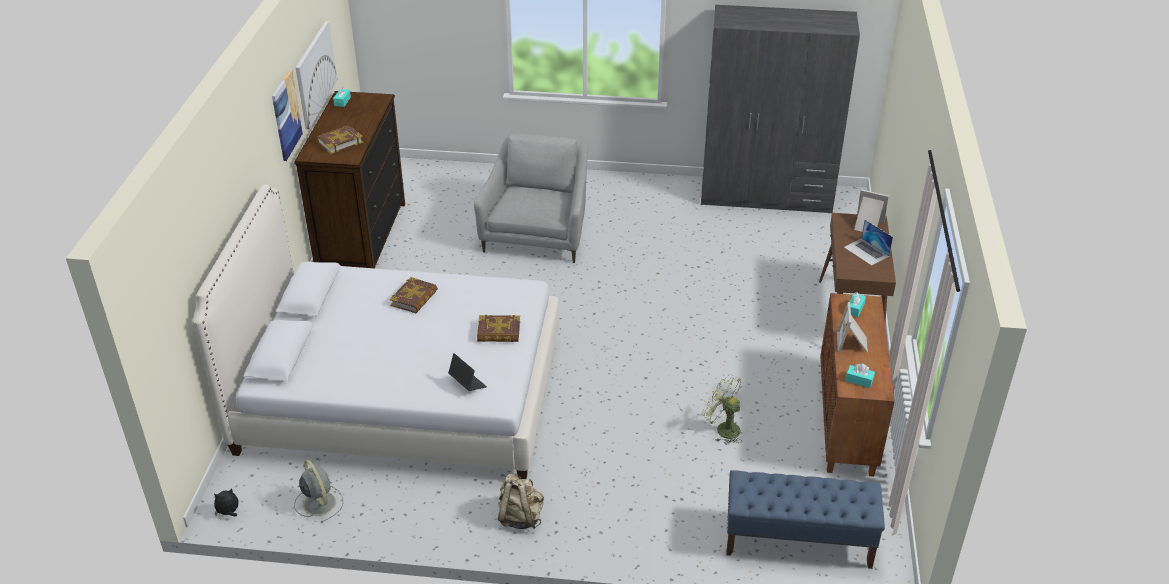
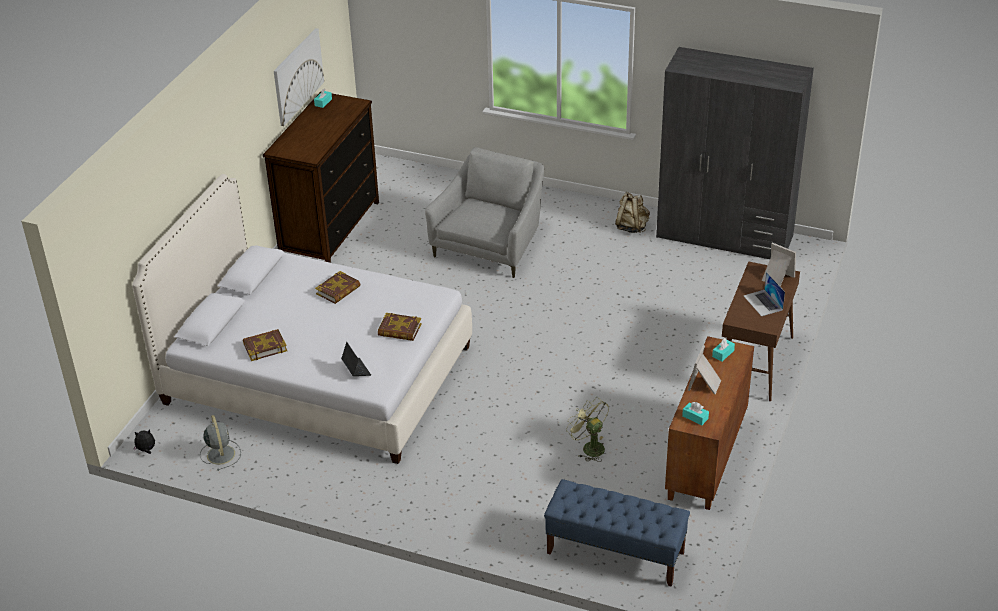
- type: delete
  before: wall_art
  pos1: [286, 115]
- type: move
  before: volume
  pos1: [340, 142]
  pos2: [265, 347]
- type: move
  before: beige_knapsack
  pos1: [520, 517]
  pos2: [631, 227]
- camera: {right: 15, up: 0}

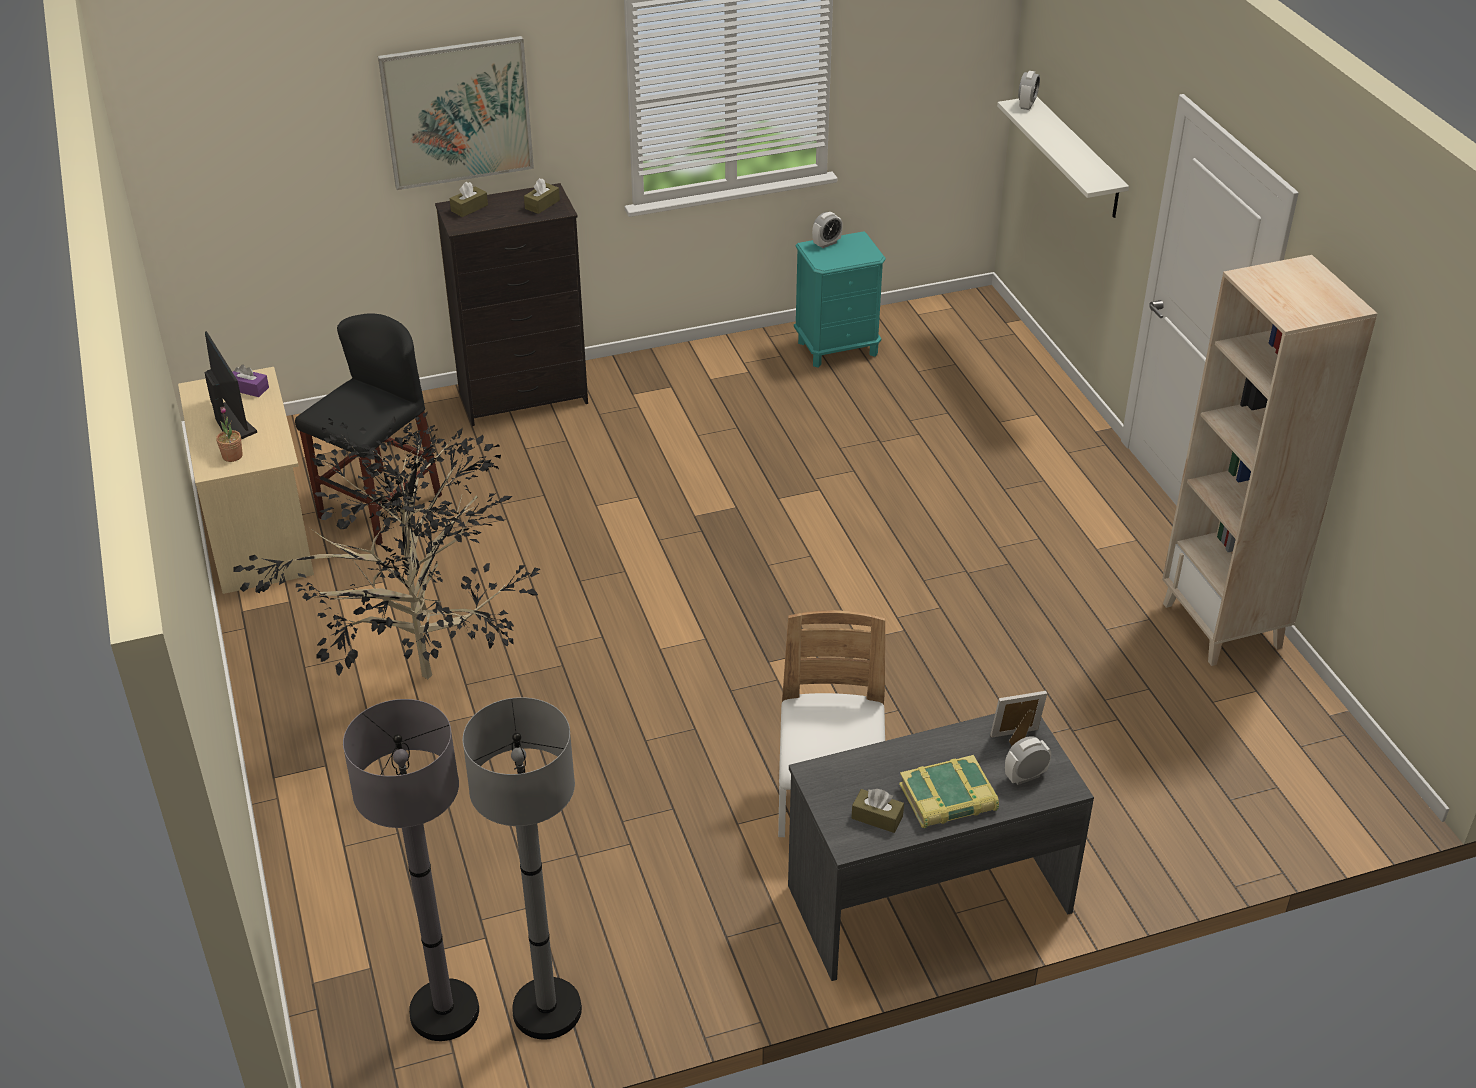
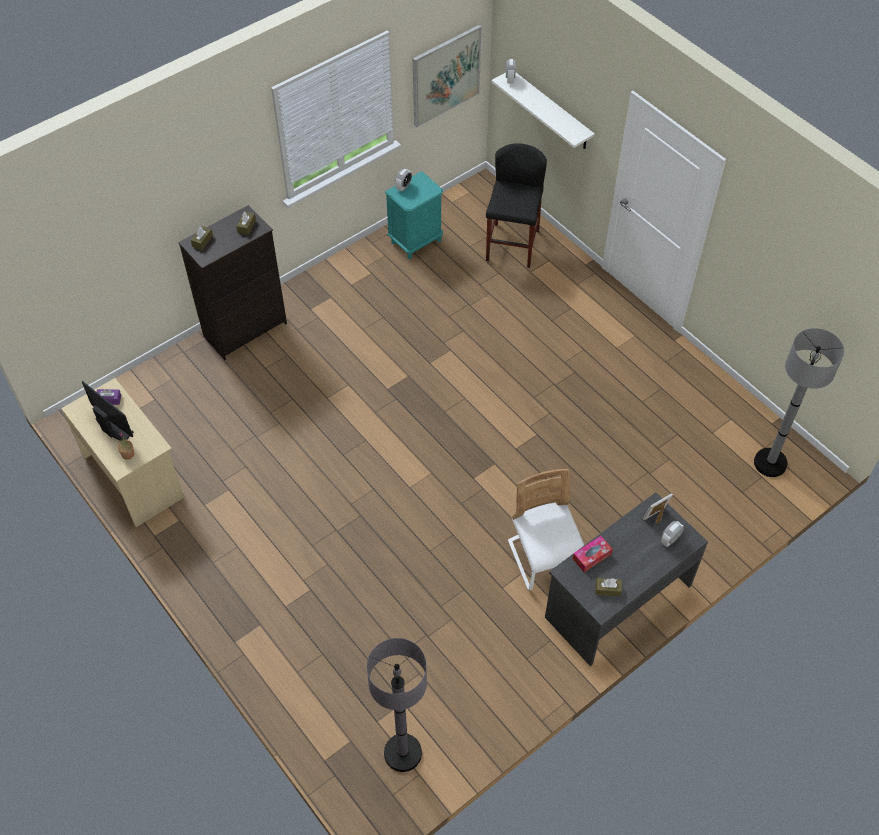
- type: delete
  before: houseplant
  pos1: [432, 675]
- type: delete
  before: volume
  pos1: [948, 799]
- type: delete
  before: beige_bookcase
  pos1: [1223, 626]
- type: insert
  after: tissue_box
  pos2: [591, 556]
- type: move
  before: blackish_stool_seat
  pos1: [380, 506]
  pos2: [512, 245]
- type: move
  before: wall_art
  pos1: [457, 112]
  pos2: [446, 75]
- type: move
  before: greyish_floor_lamp
  pos1: [547, 1010]
  pos2: [770, 463]
- camera: {right: -20, up: 15}

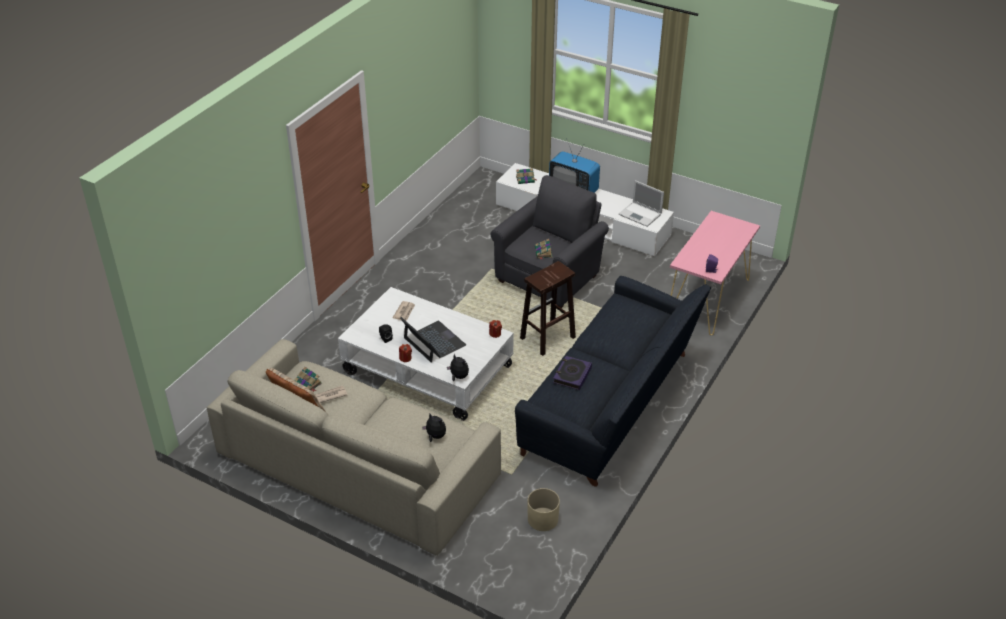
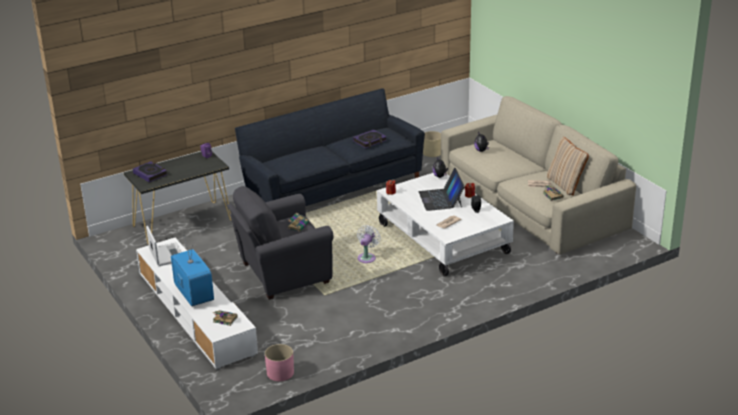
- type: delete
  before: brown-coloured_stool_seat
  pos1: [547, 338]
- type: insert
  after: volume
  pos2: [150, 174]
- type: insert
  after: pink-coloured_planter
  pos2: [280, 373]
- type: insert
  after: whitish_fan
  pos2: [367, 257]
- type: recolor
  before: pink-coloured_narrow_table
  after: blackish_narrow_table
  pos1: [707, 300]
  pos2: [183, 223]
- camera: {right: -150, up: -10}

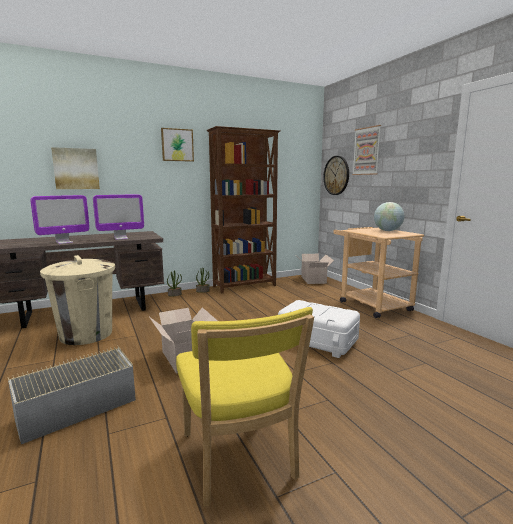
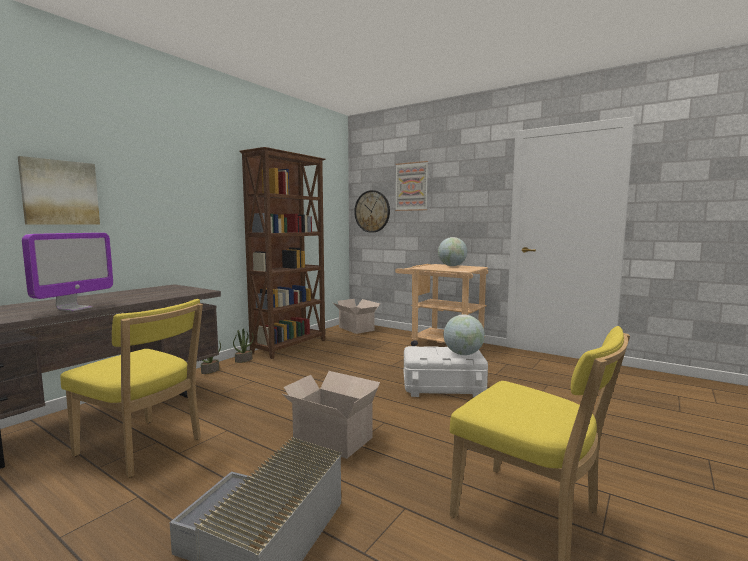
- type: delete
  before: computer_screen
  pos1: [121, 238]
- type: delete
  before: wall_art
  pos1: [177, 145]
- type: insert
  after: world_globe
  pos2: [463, 354]
- type: replace
  before: beige_trash_can
  after: yellowish_upright_chair
  pos1: [86, 334]
  pos2: [143, 448]
- camera: {right: -30, up: -5}

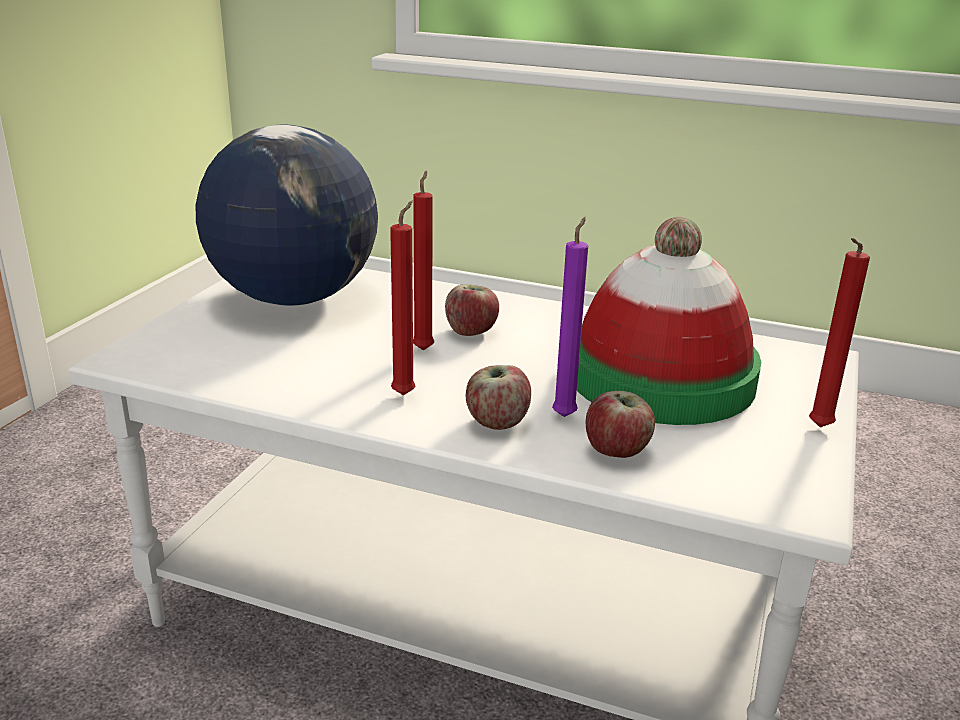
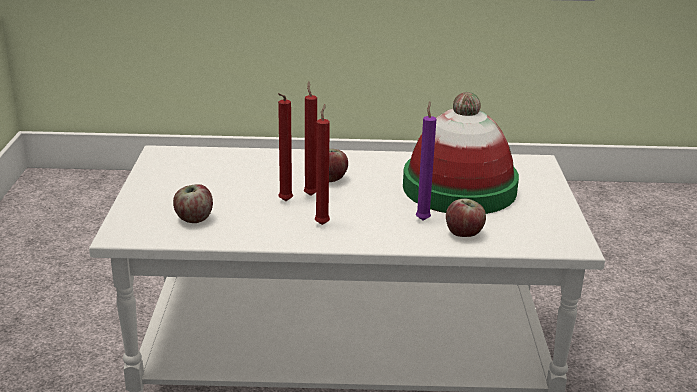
- type: delete
  before: world_globe
  pos1: [295, 298]
- type: move
  before: apple_fruit
  pos1: [496, 422]
  pos2: [193, 219]
- type: move
  before: red_wax_candle
  pos1: [817, 428]
  pos2: [284, 202]
- camera: {right: -20, up: 0}

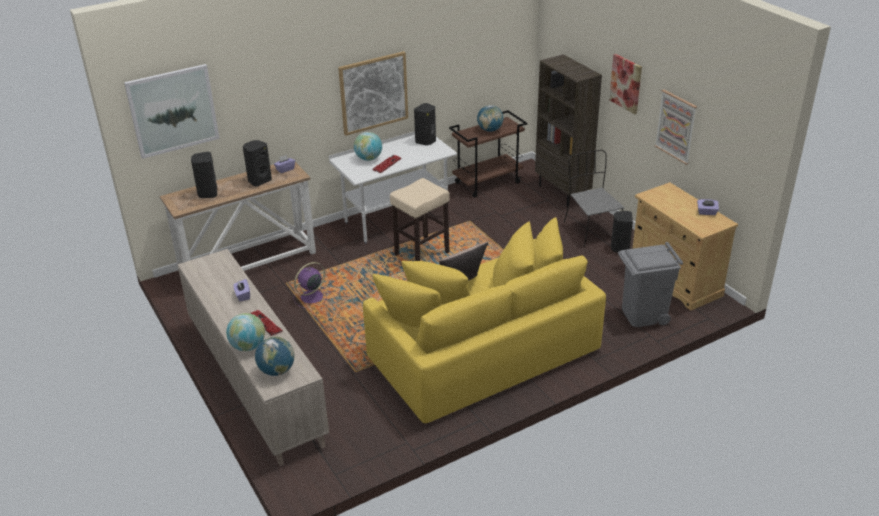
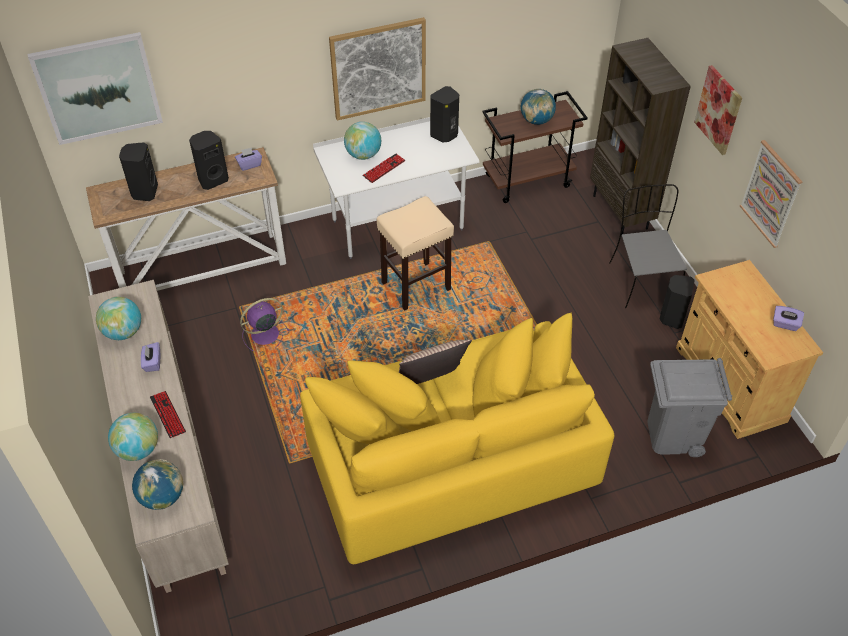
- type: insert
  after: world_globe
  pos2: [123, 332]
- camera: {right: 10, up: 15}

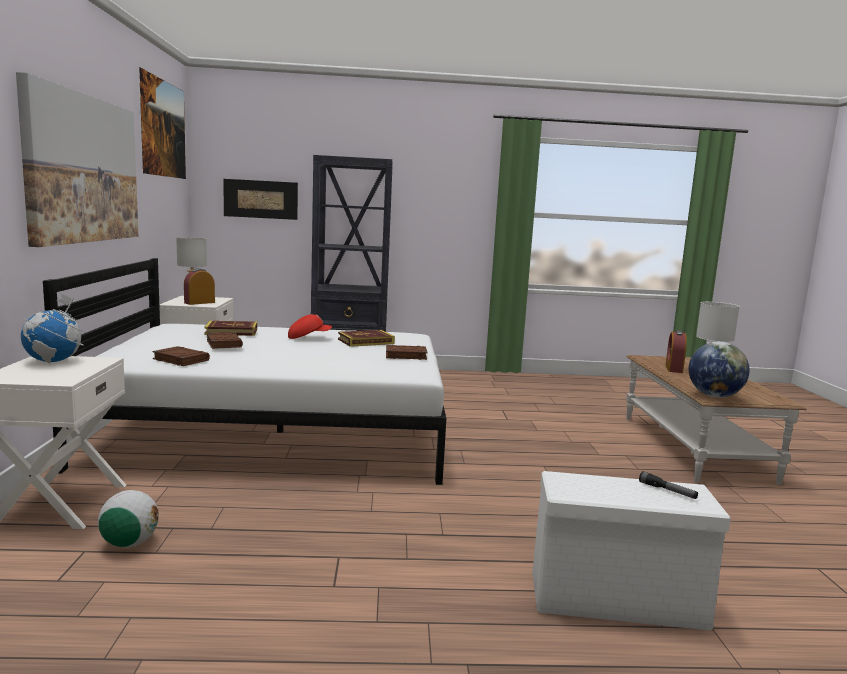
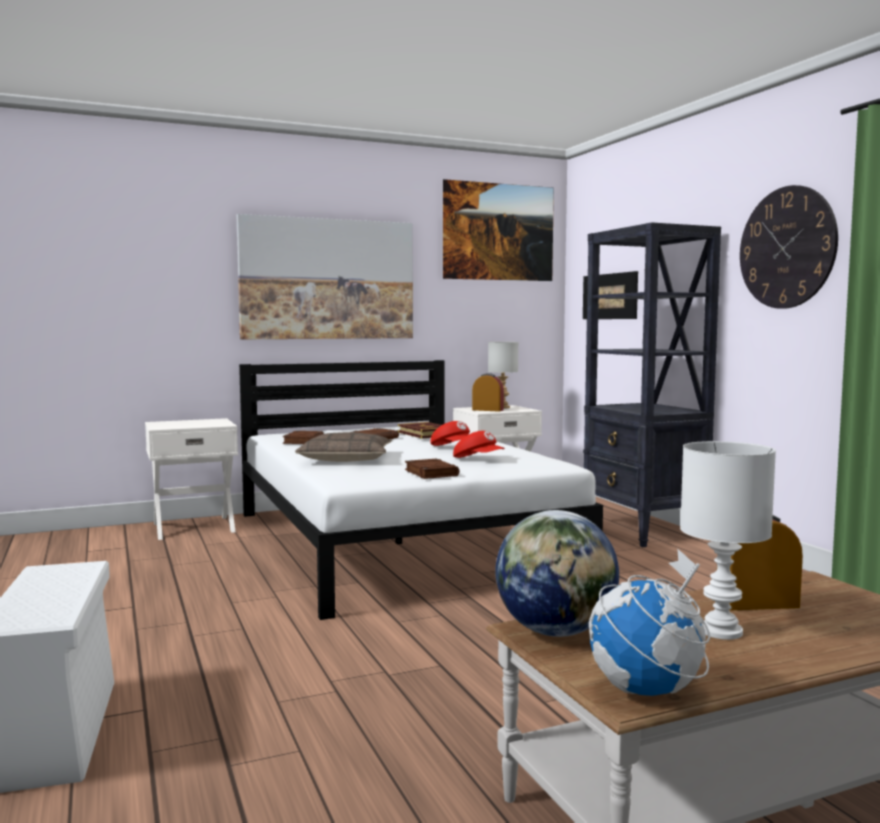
- type: delete
  before: football_ball
  pos1: [130, 543]
- type: delete
  before: hand_torch
  pos1: [667, 491]
- type: insert
  after: cushion
  pos2: [346, 459]
- type: insert
  after: hanging_clock
  pos2: [787, 247]
- type: move
  before: world_globe
  pos1: [54, 361]
  pos2: [646, 691]
- type: replace
  before: volume
  after: red_baseball_cap
  pos1: [366, 341]
  pos2: [478, 459]
- camera: {right: 70, up: -5}

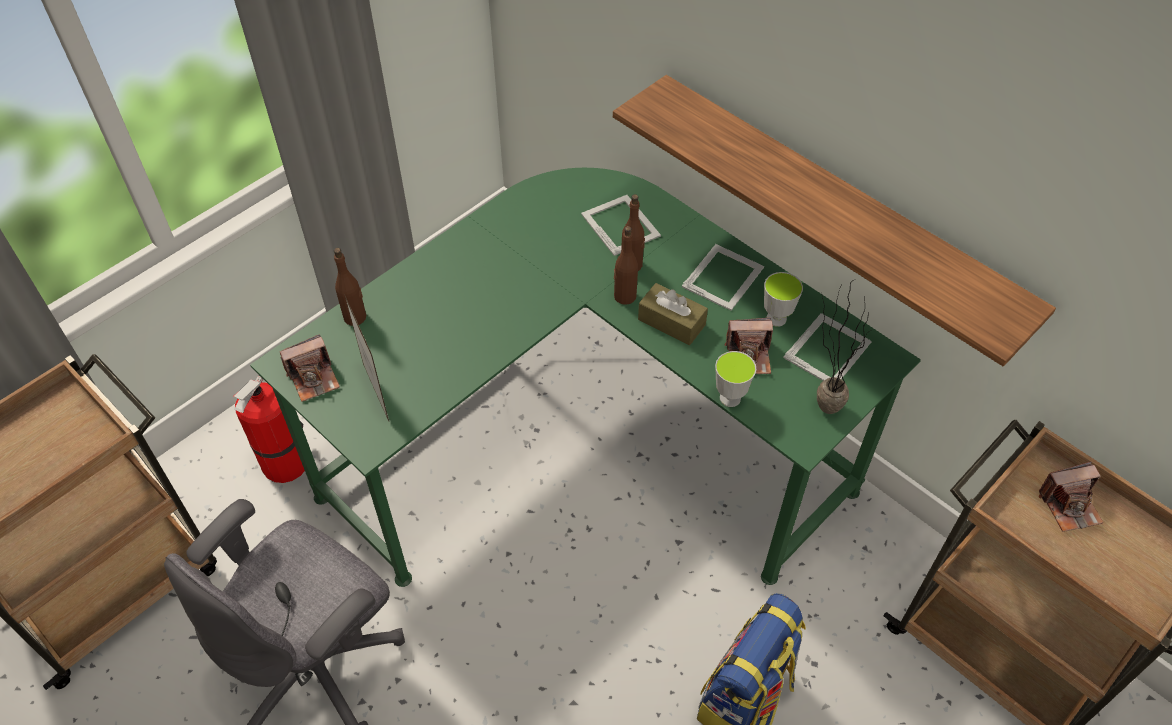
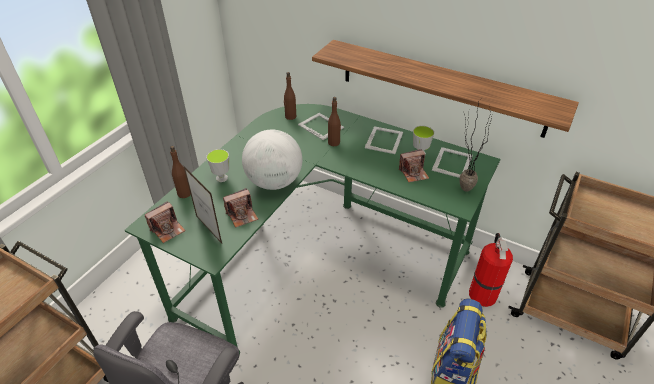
- type: delete
  before: brown-coloured_tissue_box
  pos1: [671, 322]
- type: insert
  after: world_globe
  pos2: [274, 182]
- type: move
  before: fire-fighting_cylinder
  pos1: [286, 460]
  pos2: [482, 293]
- type: move
  before: brown-coloured_drink_bottle
  pos1: [624, 296]
  pos2: [290, 116]
- type: move
  before: small_cup
  pos1: [730, 398]
  pos2: [221, 178]
- type: move
  before: still_camera
  pos1: [1069, 506]
  pos2: [242, 215]
- camera: {right: -15, up: -10}

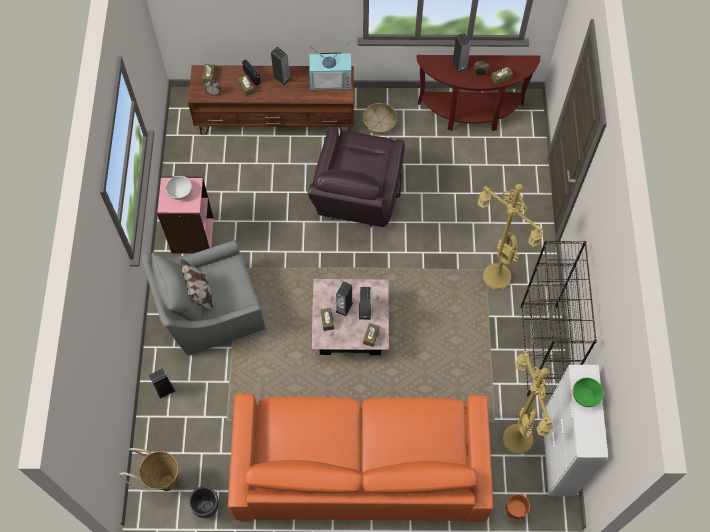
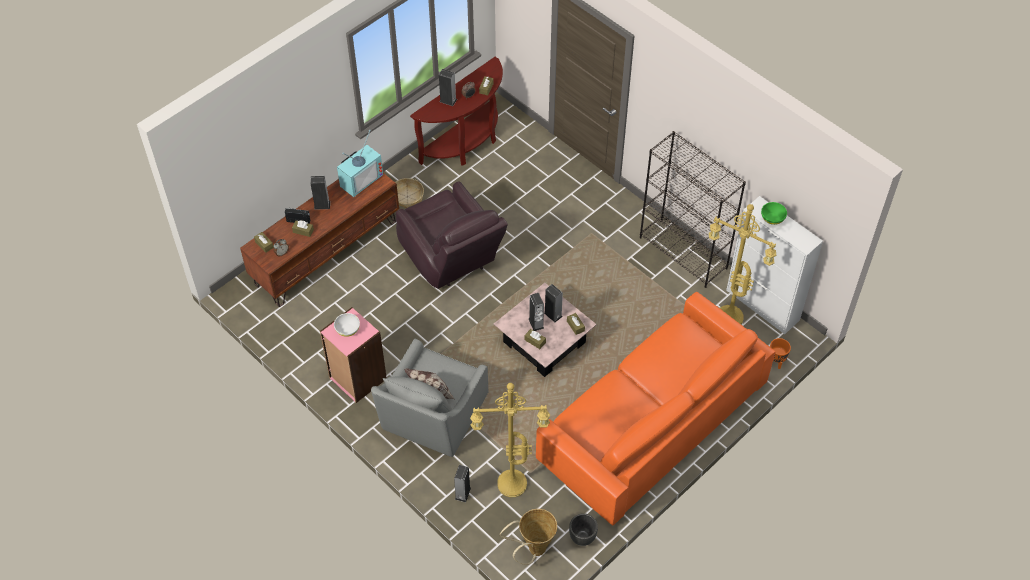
- type: move
  before: yellowish_floor_lamp
  pos1: [494, 277]
  pos2: [511, 486]
- camera: {right: -45, up: -10}

